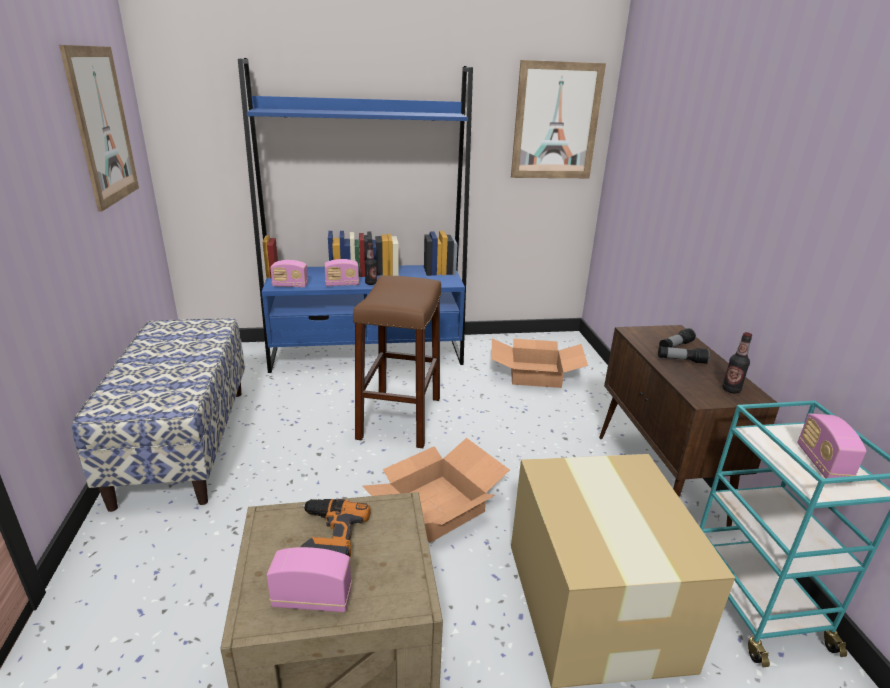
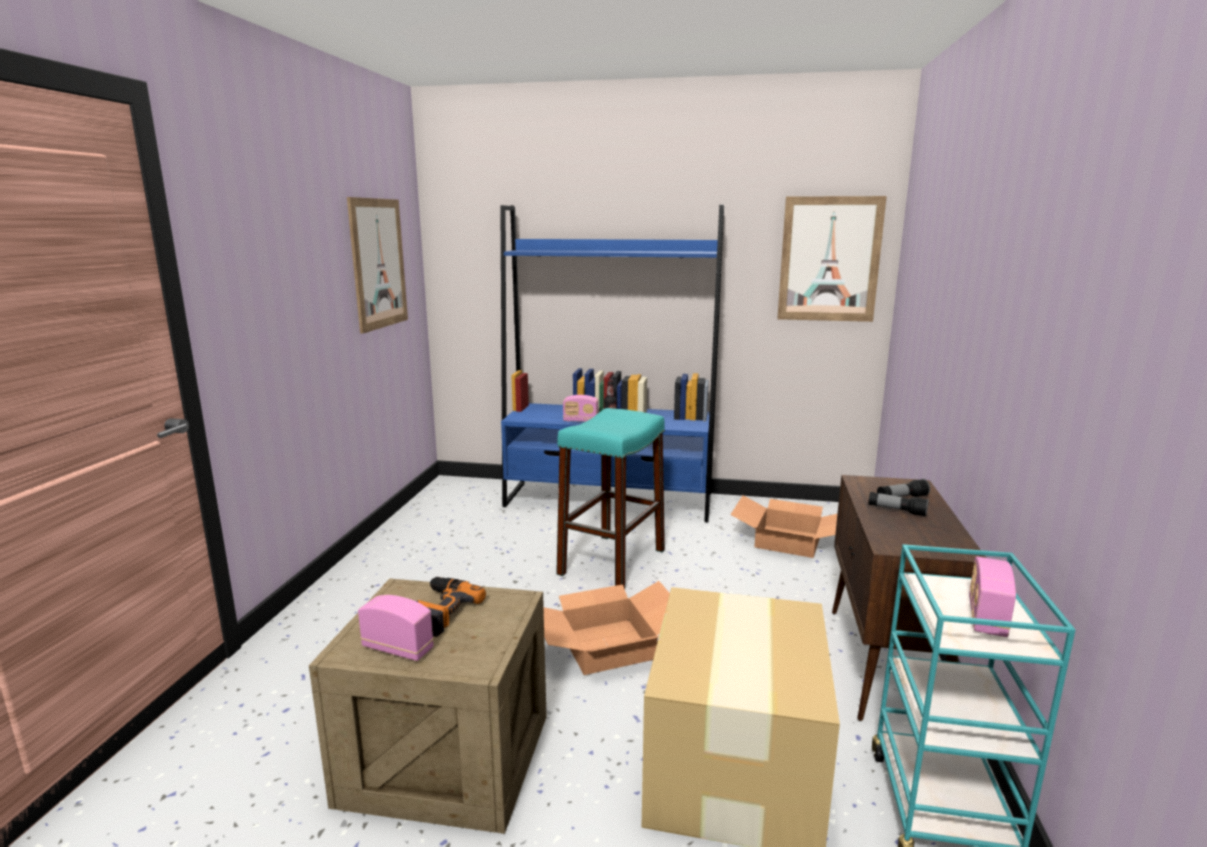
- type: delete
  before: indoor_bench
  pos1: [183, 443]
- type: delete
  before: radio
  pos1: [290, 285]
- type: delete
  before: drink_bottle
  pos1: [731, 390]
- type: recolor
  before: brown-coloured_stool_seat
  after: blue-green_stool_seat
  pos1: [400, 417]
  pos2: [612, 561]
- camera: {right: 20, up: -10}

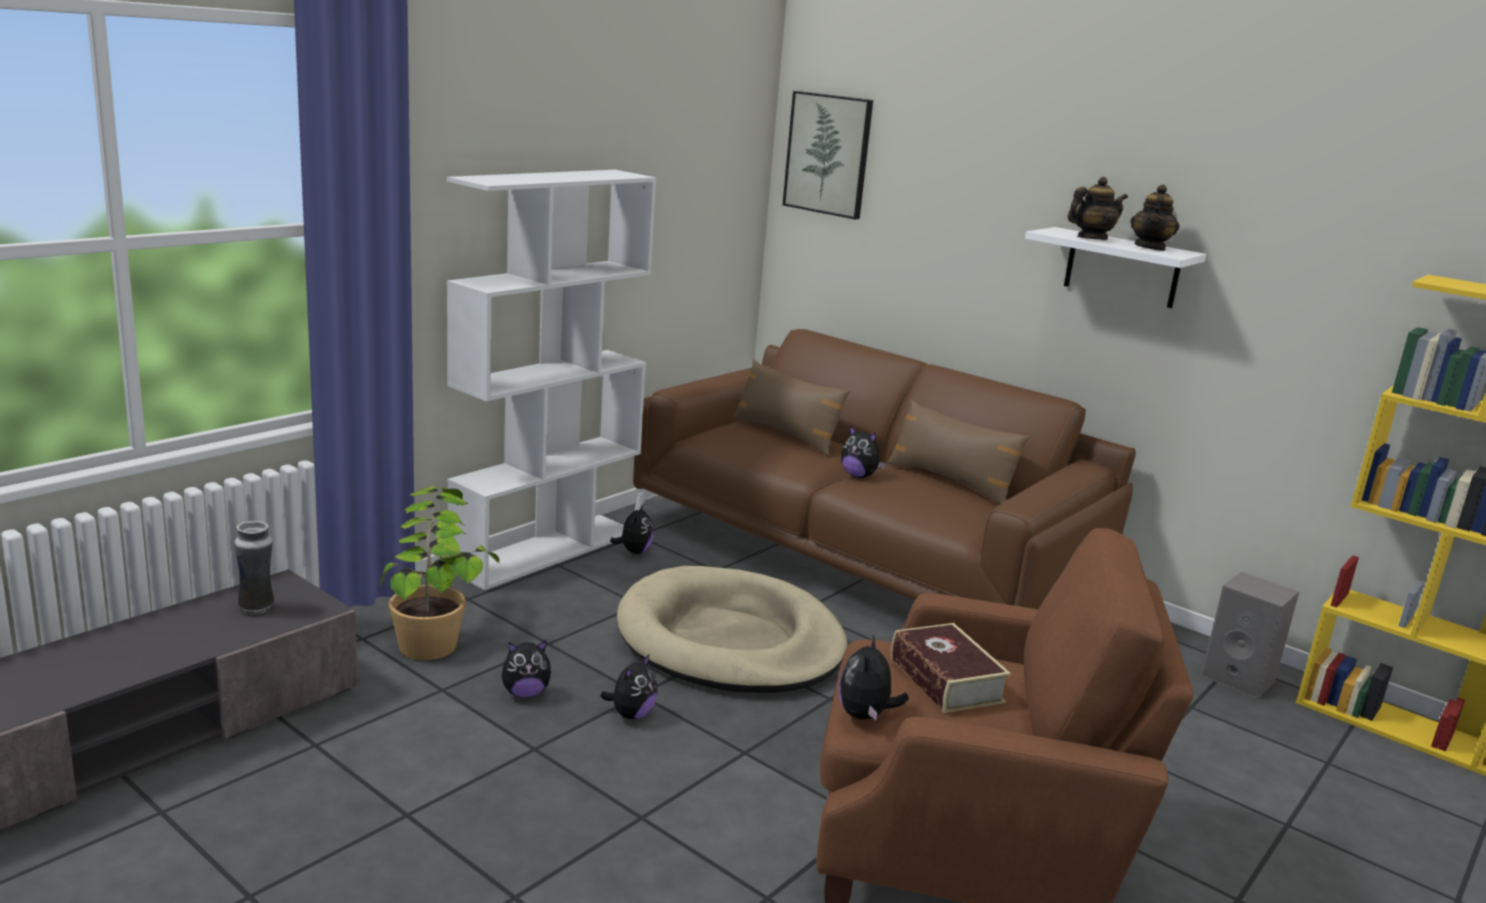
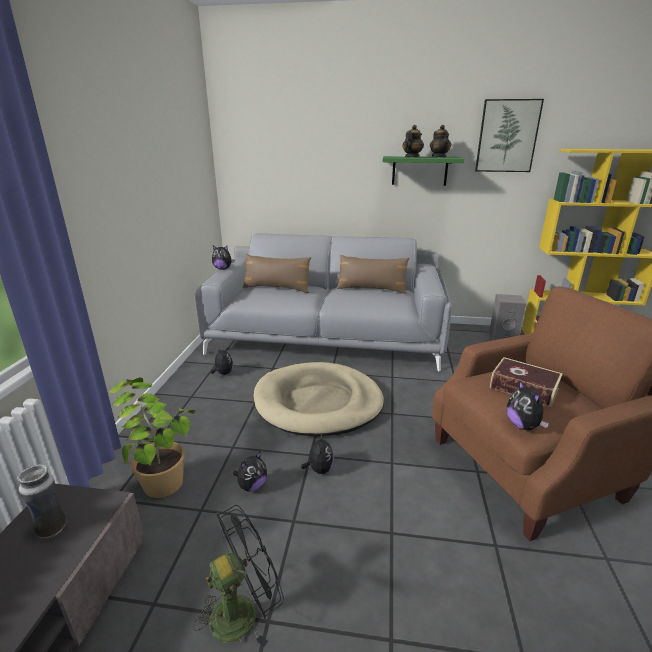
- type: delete
  before: whitish_bookcase
  pos1: [546, 550]
- type: insert
  after: blackish_fan
  pos2: [242, 610]
- type: move
  before: wall_art
  pos1: [828, 154]
  pos2: [507, 136]
- type: move
  before: plush_toy
  pos1: [859, 476]
  pos2: [223, 269]
- type: recolor
  before: brown-coloured_settee
  after: greyish_settee
  pos1: [860, 559]
  pos2: [326, 338]
- type: recolor
  before: whitish_shelf
  after: greenish_shelf
  pos1: [1122, 268]
  pos2: [419, 171]
- camera: {right: -30, up: 5}

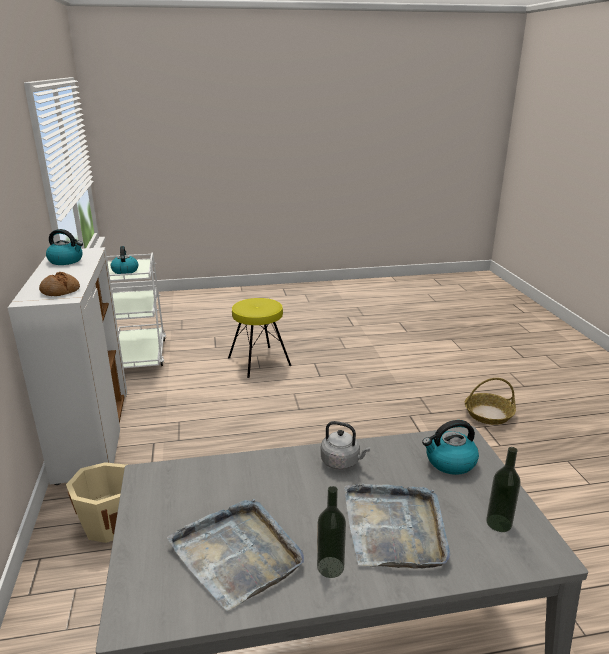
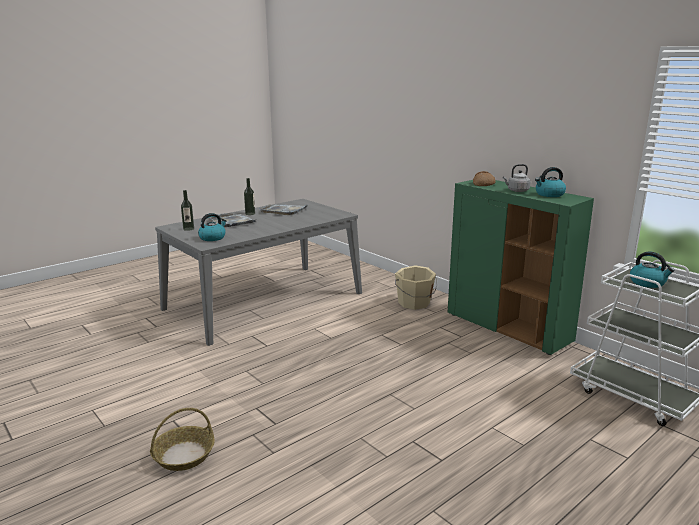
- type: delete
  before: yellowish_stool_seat
  pos1: [259, 361]
- type: move
  before: greyish_kettle
  pos1: [342, 462]
  pos2: [517, 191]
- type: recolor
  before: whitish_cabinet
  after: greenish_cabinet
  pos1: [93, 435]
  pos2: [508, 328]
- camera: {right: 150, up: -5}

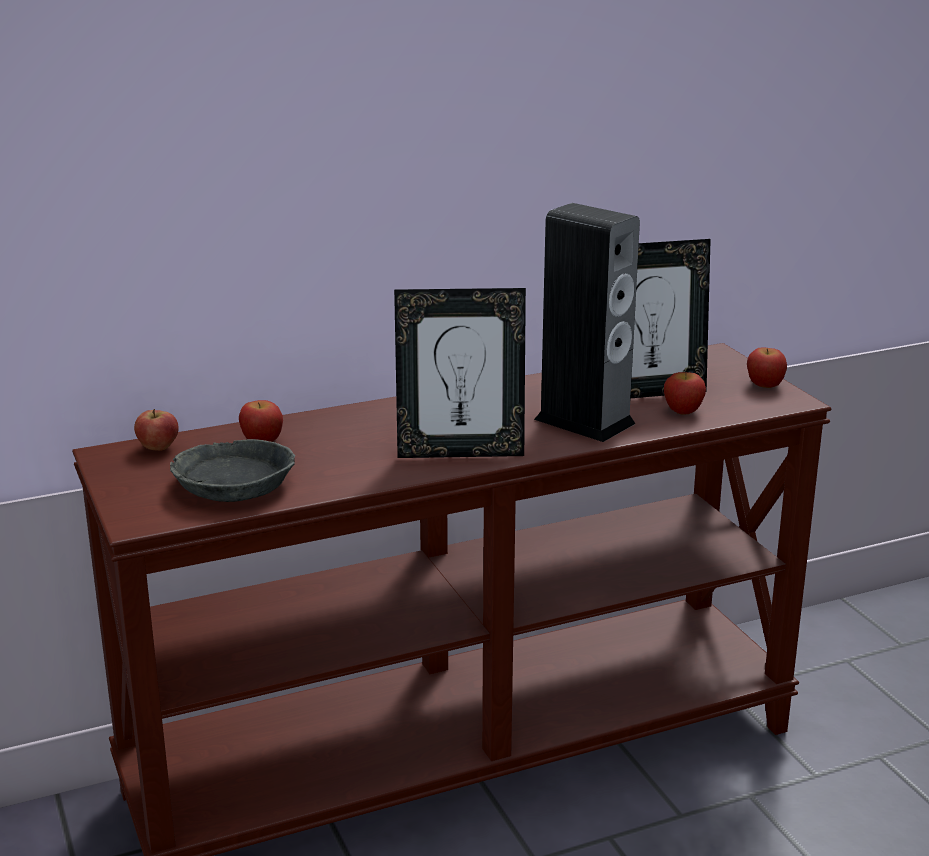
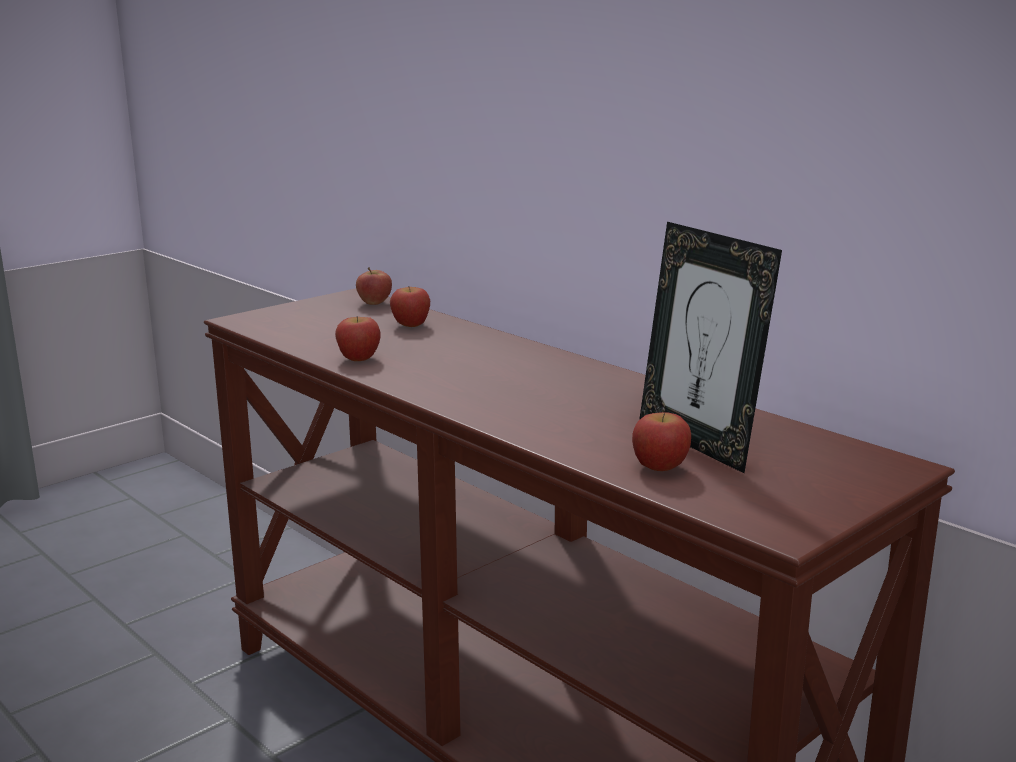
- type: delete
  before: greyish_bowl
  pos1: [234, 483]
- type: delete
  before: standing_frame
  pos1: [460, 452]
- type: delete
  before: loudspeaker
  pos1: [584, 421]
- type: move
  before: apple_fruit
  pos1: [764, 385]
  pos2: [359, 358]
- camera: {right: 70, up: -5}

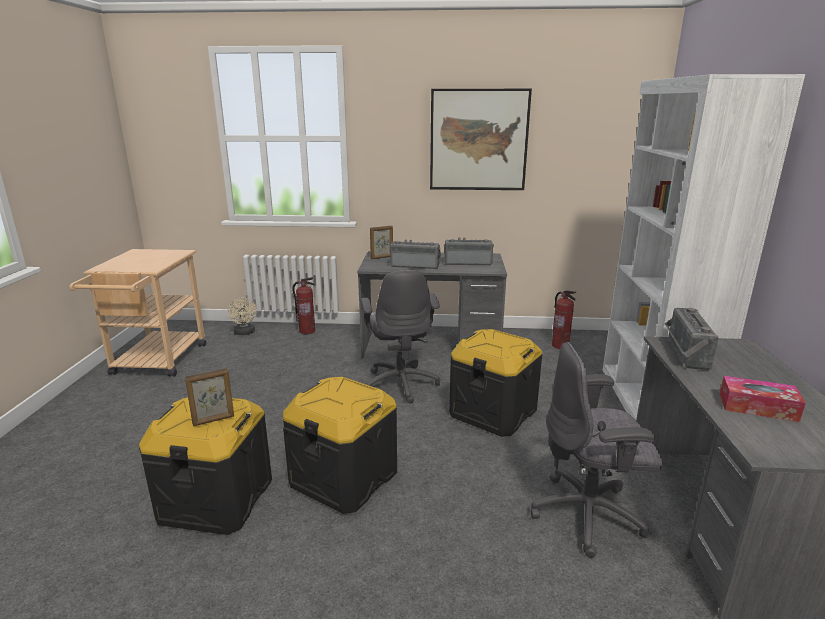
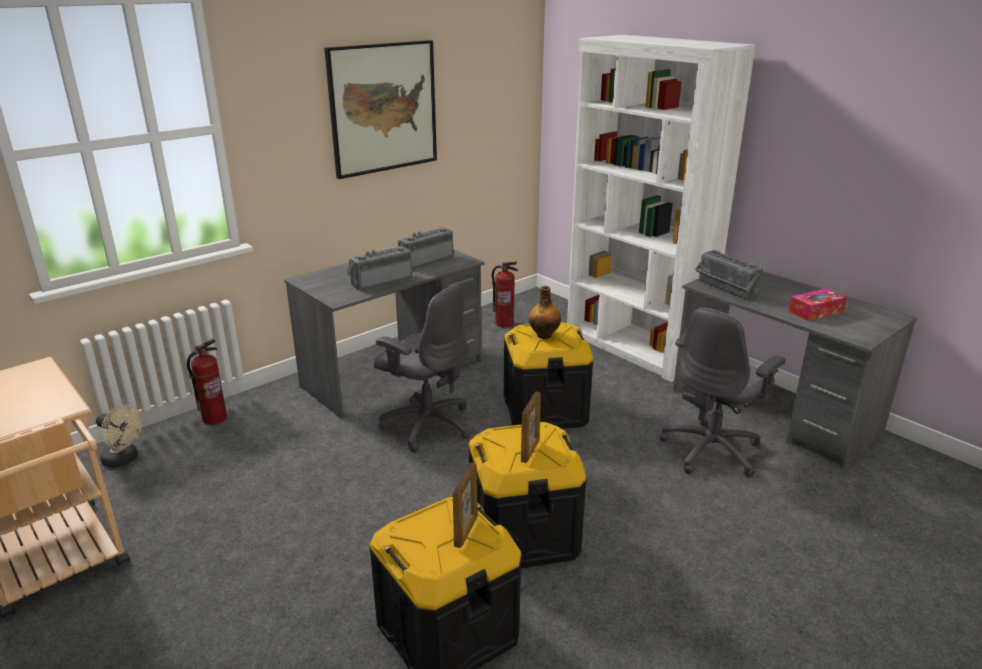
- type: insert
  after: drink_bottle
  pos2: [544, 335]
- type: move
  before: standing_frame
  pos1: [382, 257]
  pos2: [530, 451]
- camera: {right: -45, up: 5}

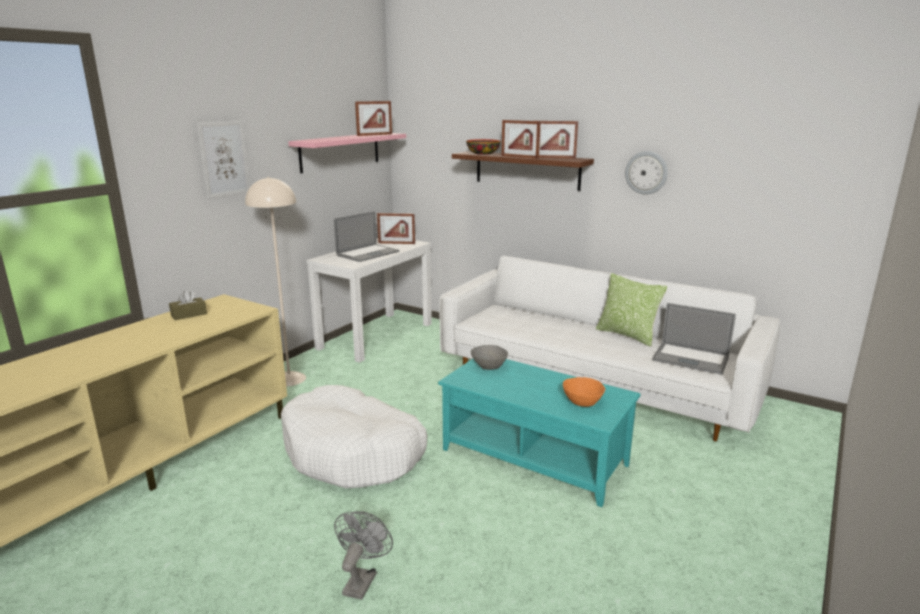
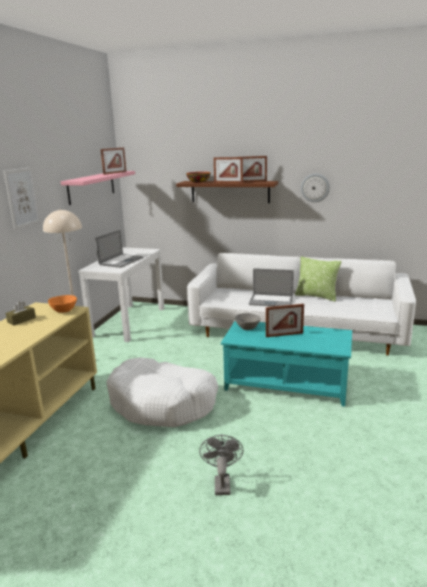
- type: move
  before: standing_frame
  pos1: [396, 243]
  pos2: [284, 335]
- type: move
  before: orange-coloured_bowl
  pos1: [583, 402]
  pos2: [64, 310]
- type: move
  before: laptop
  pos1: [690, 359]
  pos2: [271, 301]
- camera: {right: -15, up: 0}

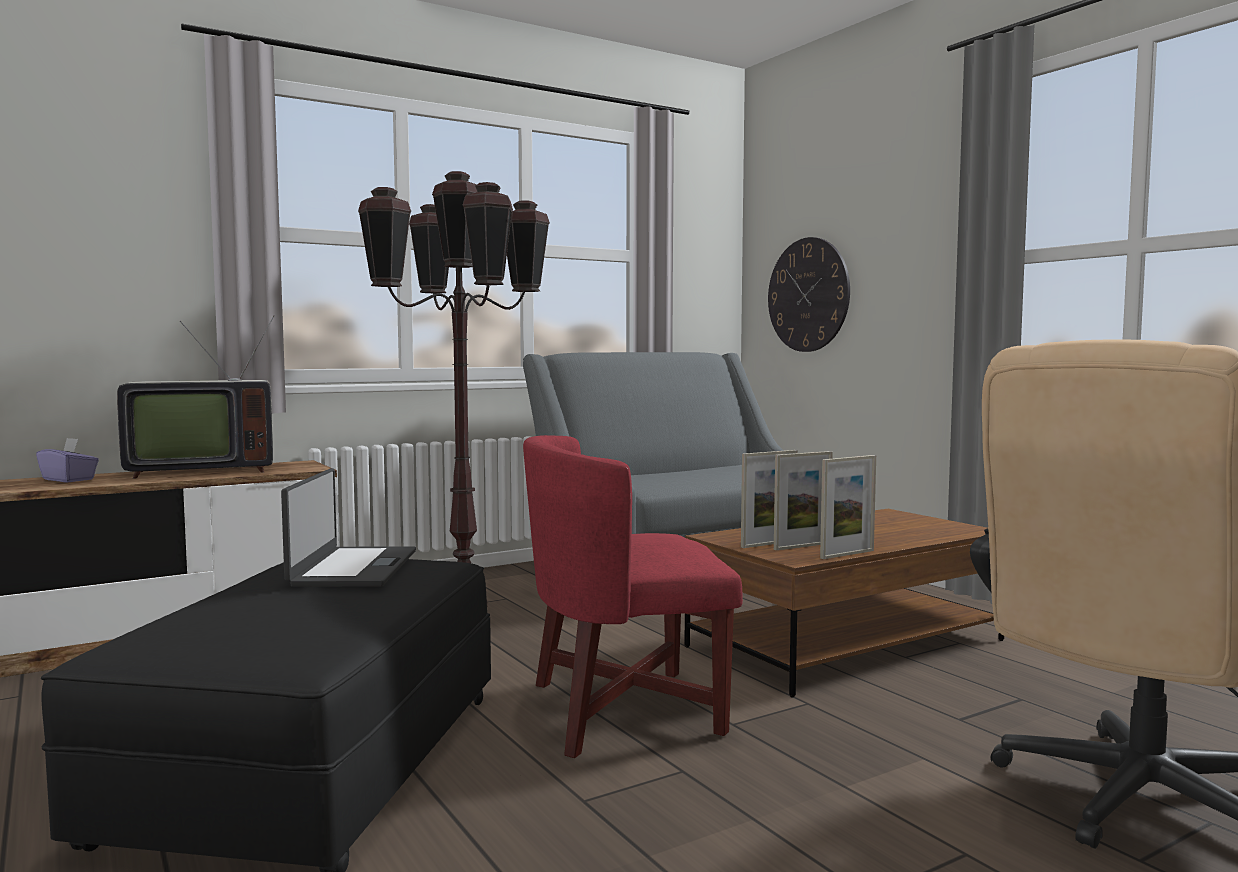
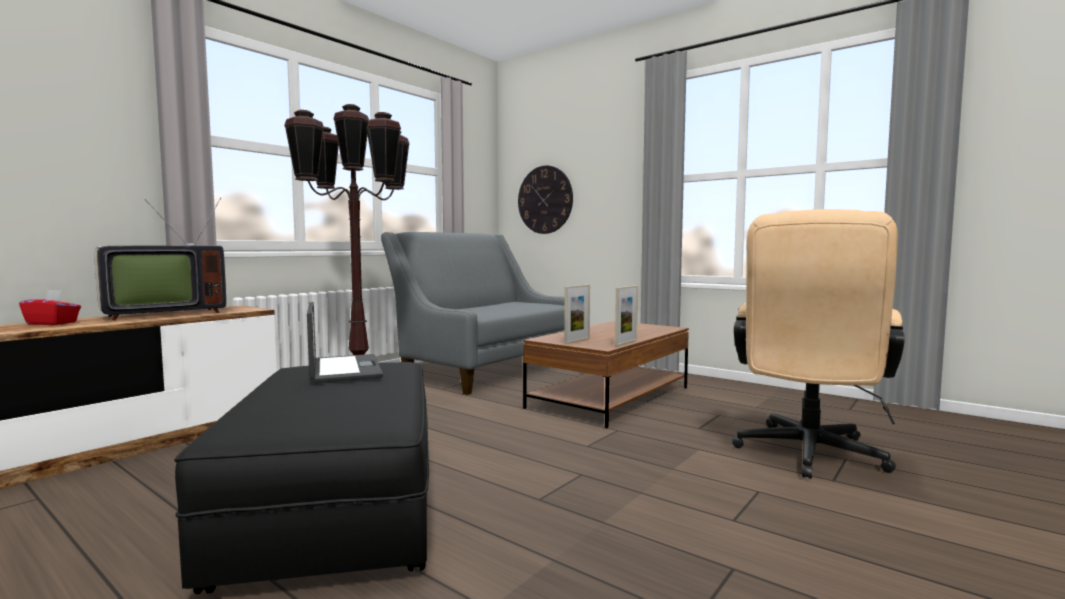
- type: delete
  before: red_easy_chair
  pos1: [623, 710]
- type: delete
  before: standing_frame
  pos1: [802, 546]
- type: recolor
  before: purple_tissue_box
  after: red_tissue_box
  pos1: [69, 479]
  pos2: [52, 323]
- camera: {right: -20, up: 0}

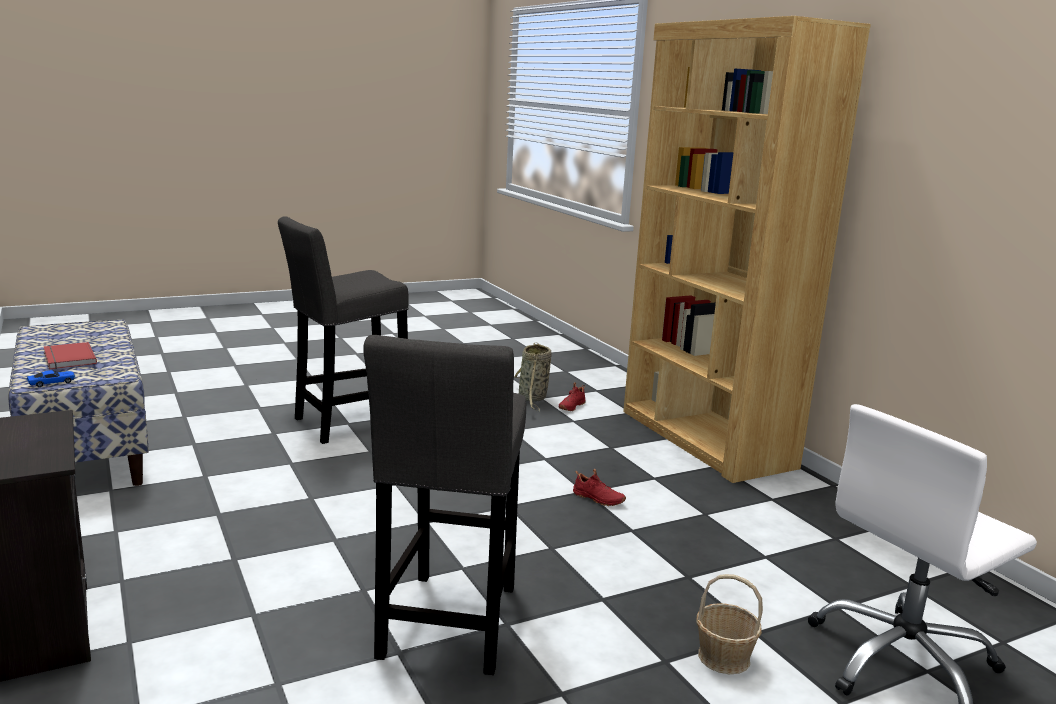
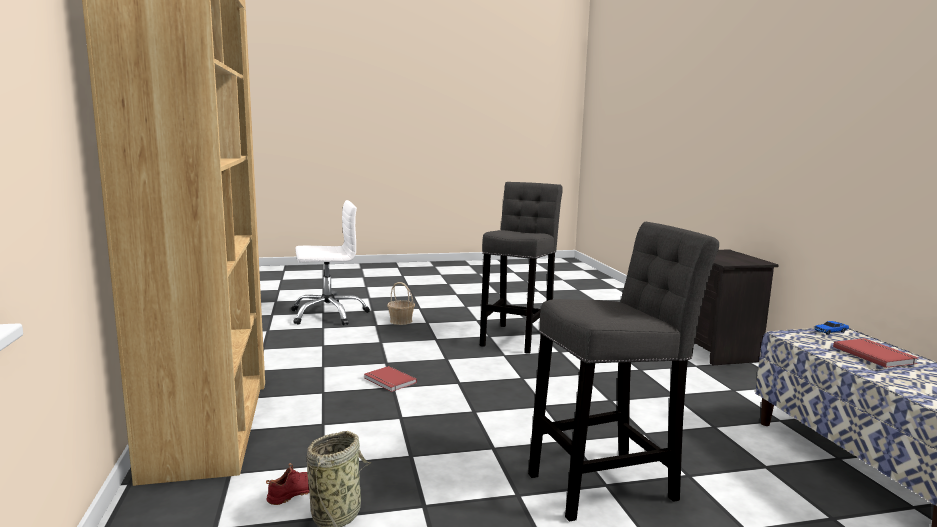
- type: replace
  before: red_low_shoe
  after: red_volume
  pos1: [597, 499]
  pos2: [388, 381]
- camera: {right: -165, up: -5}

